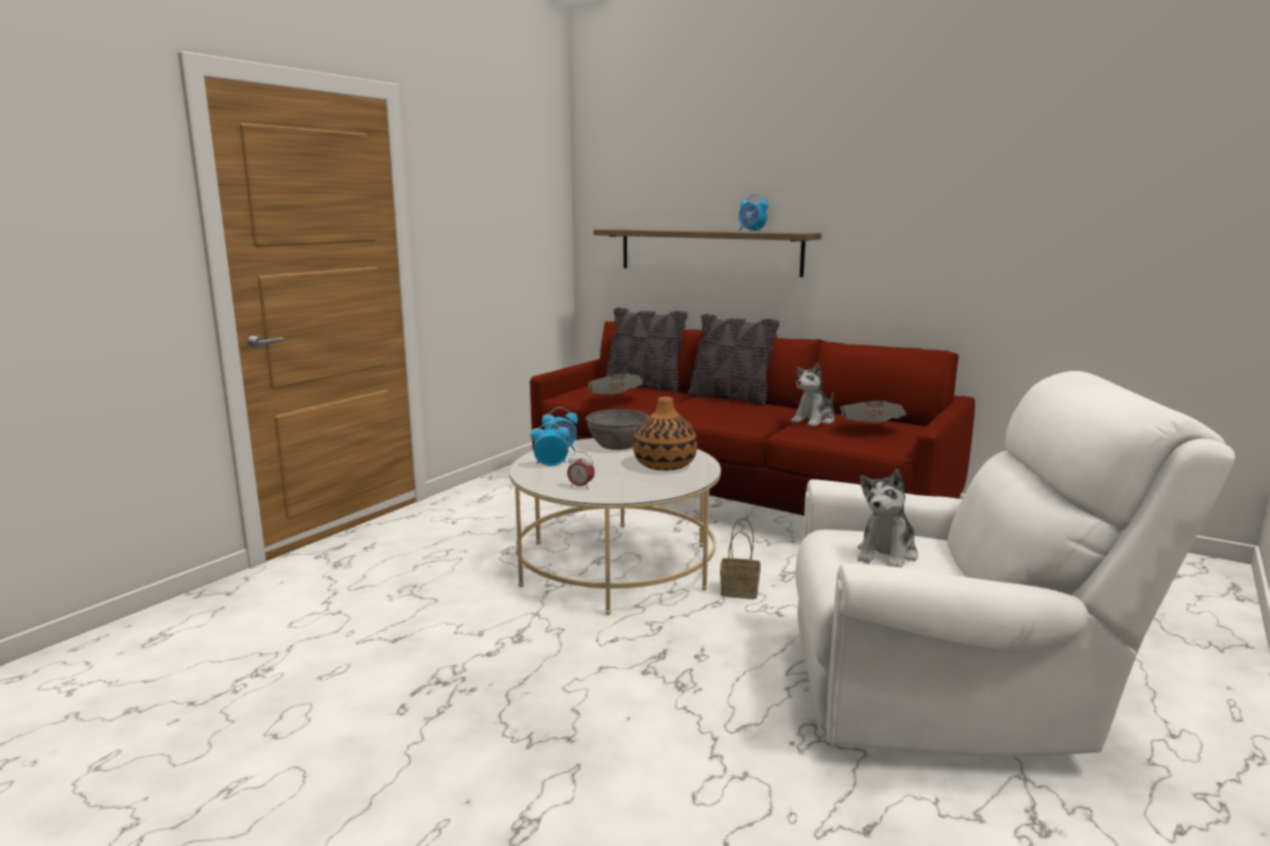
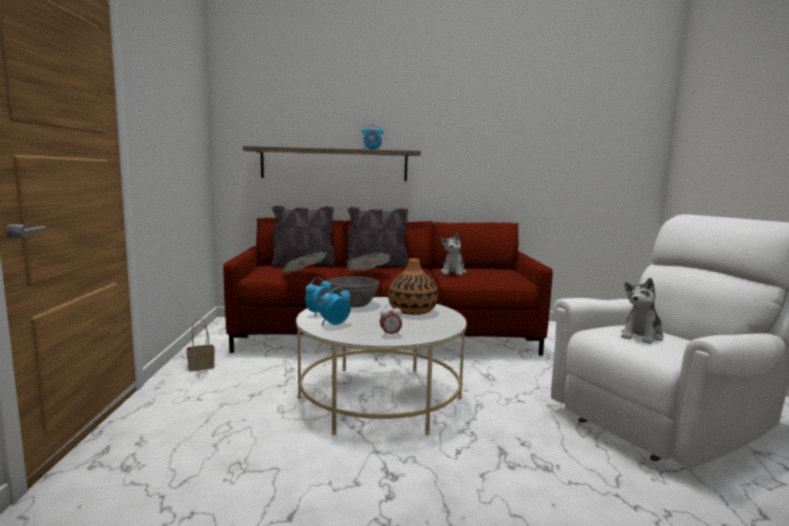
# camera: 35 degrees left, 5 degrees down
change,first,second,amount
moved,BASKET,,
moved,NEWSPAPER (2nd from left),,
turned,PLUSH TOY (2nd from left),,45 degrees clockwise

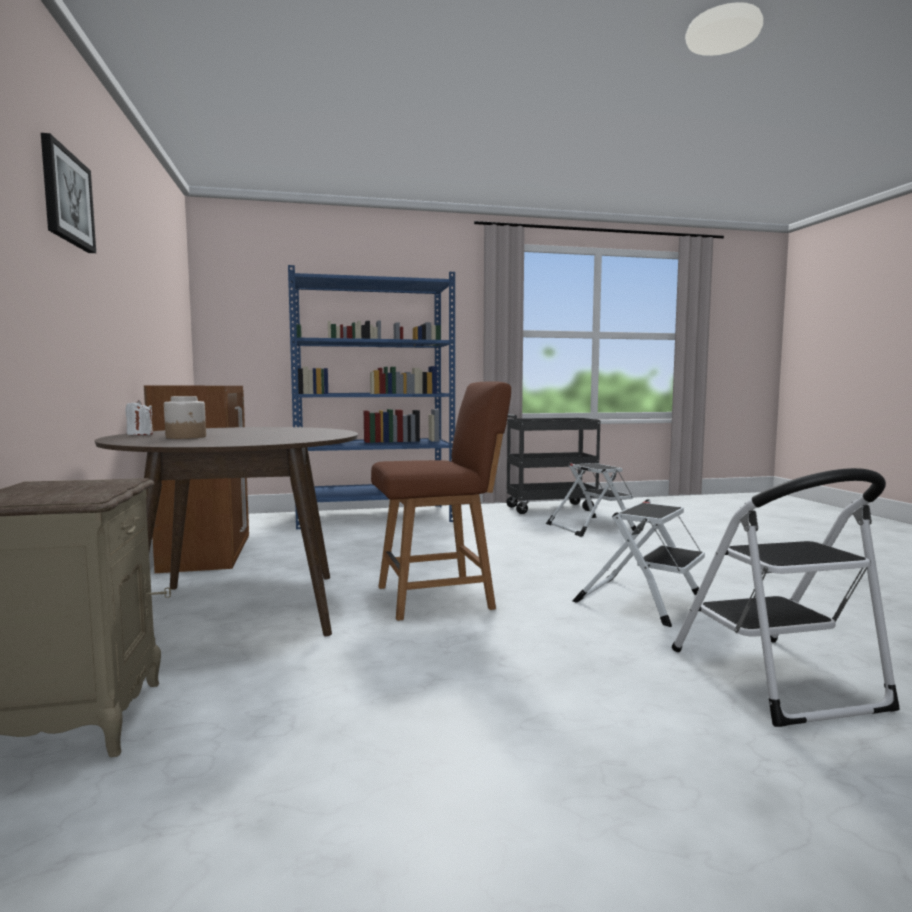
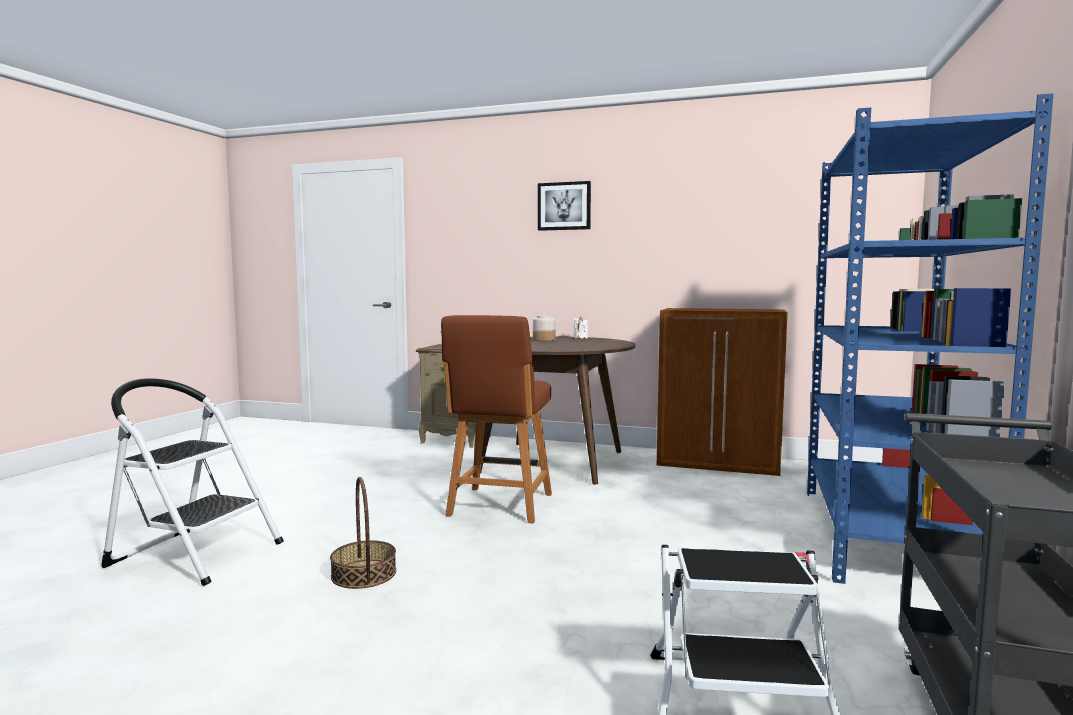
# camera: 120 degrees right, 0 degrees up
change,first,second,amount
replaced,STEP LADDER (2nd from left),BASKET,

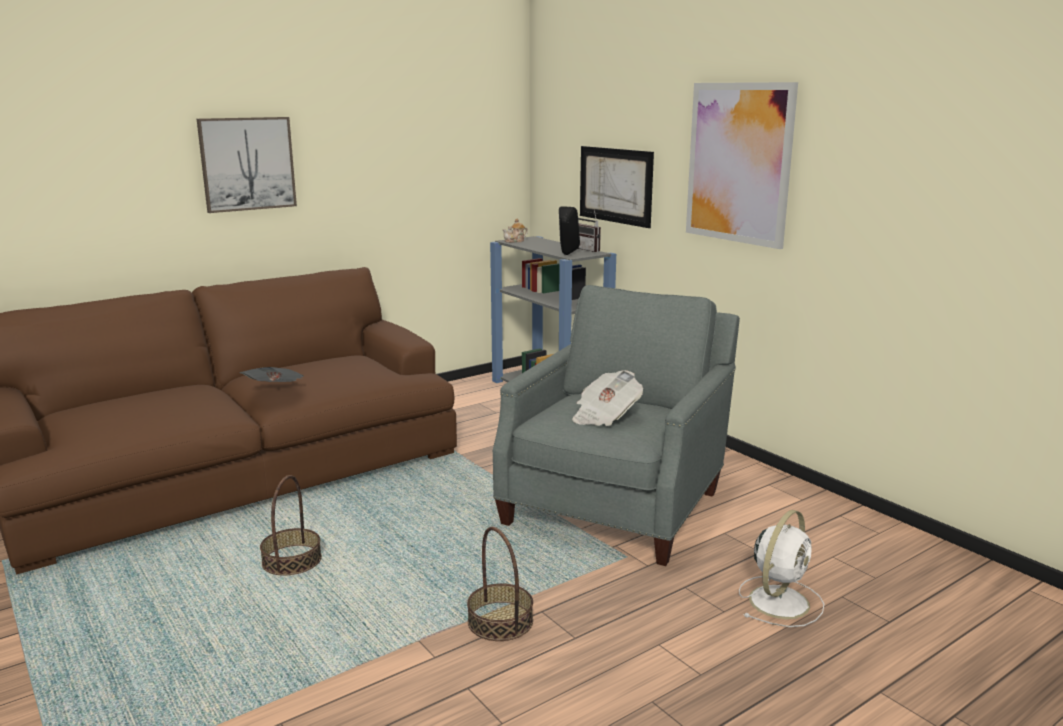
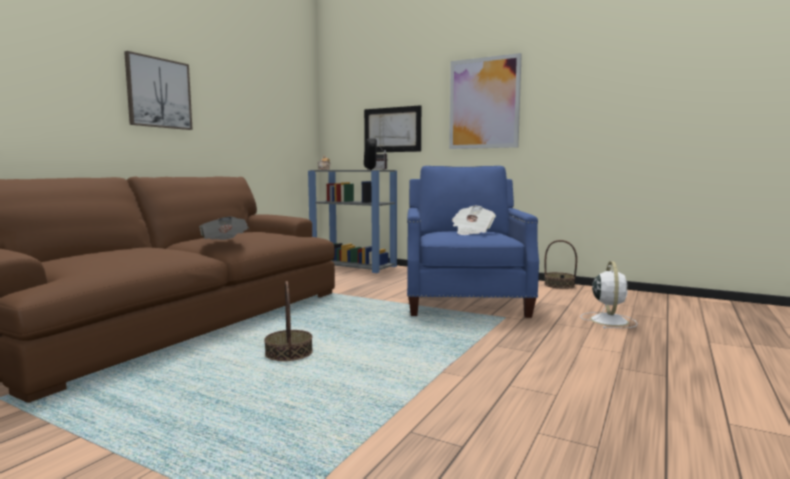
# camera: 25 degrees left, 10 degrees down
change,first,second,amount
moved,BASKET (2nd from left),,
recoloured,GREY ARMCHAIR,BLUE ARMCHAIR,

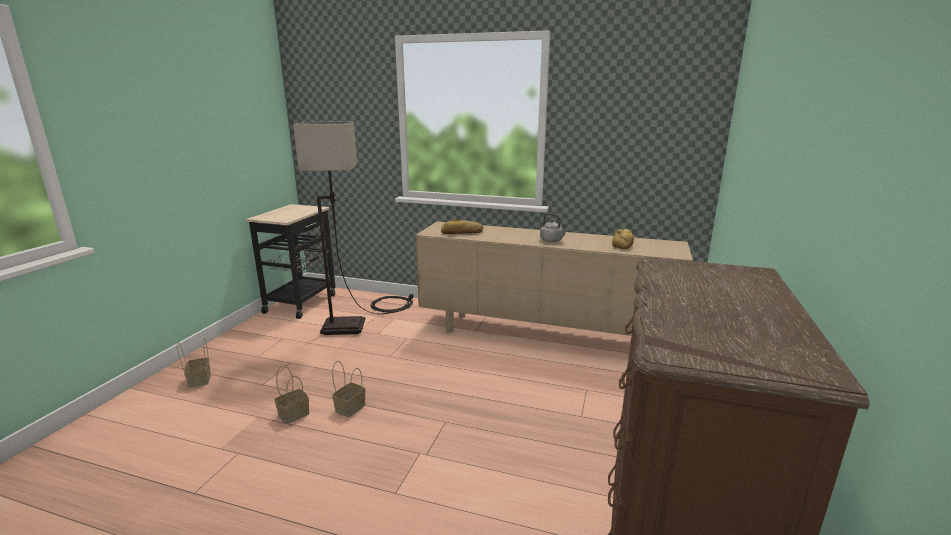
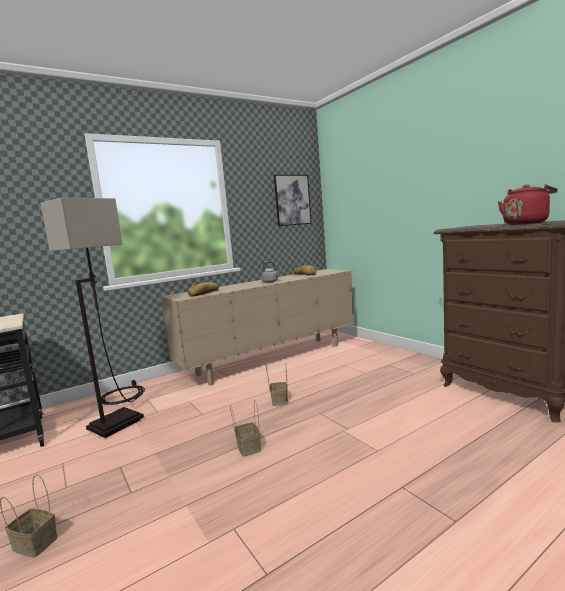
# camera: 50 degrees left, 10 degrees down
change,first,second,amount
added,,PICTURE,
added,,RED KETTLE,
moved,BASKET (2nd from left in the first image),BASKET (3rd from left),

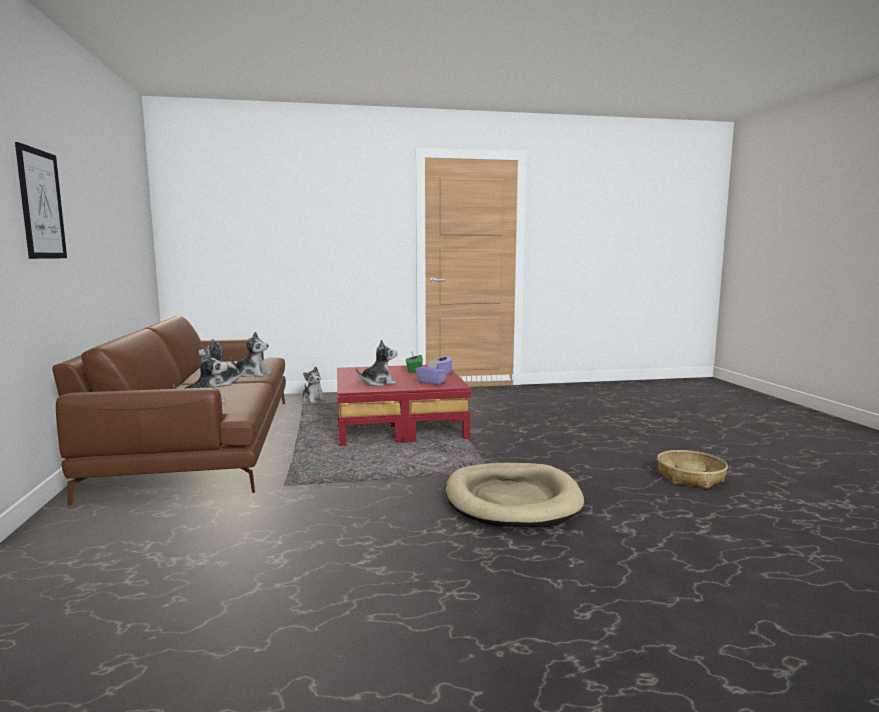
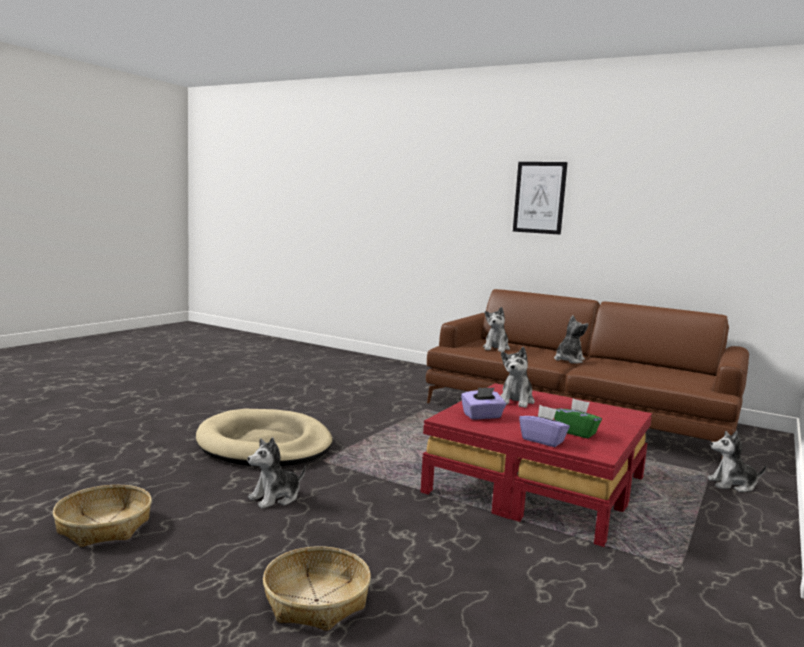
# camera: 130 degrees right, 0 degrees up
change,first,second,amount
added,,BASKET (2nd from left),
moved,PLUSH TOY (3rd from left in the first image),PLUSH TOY (1st from left),

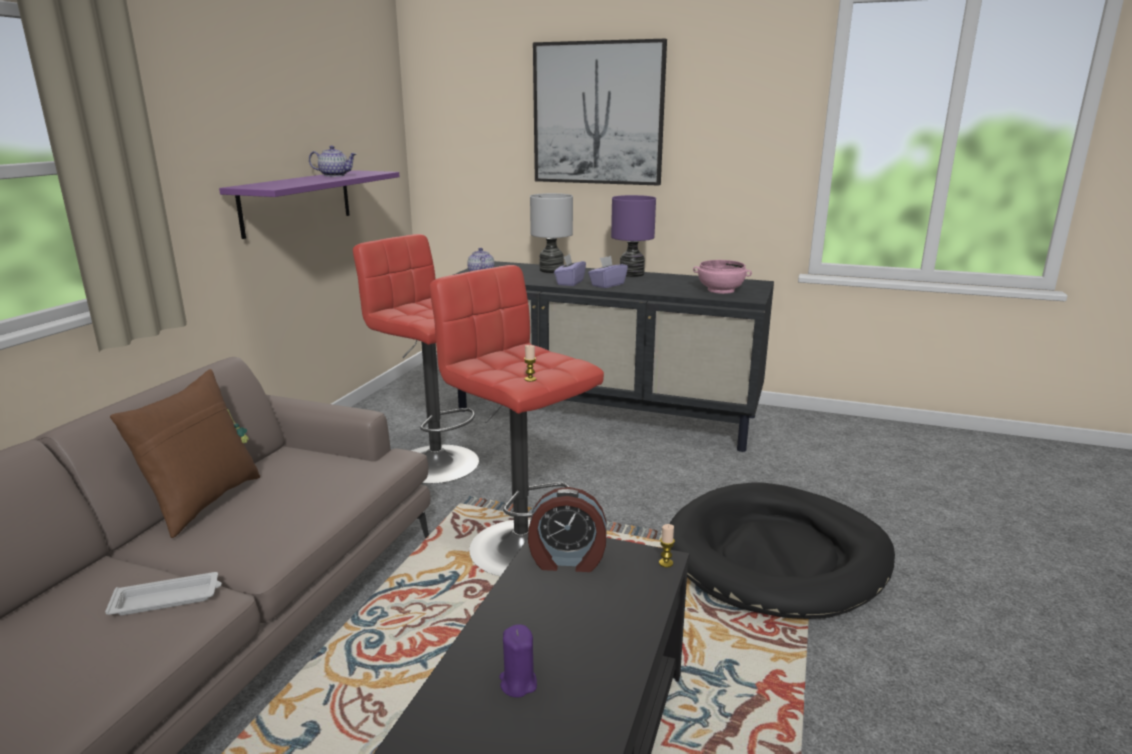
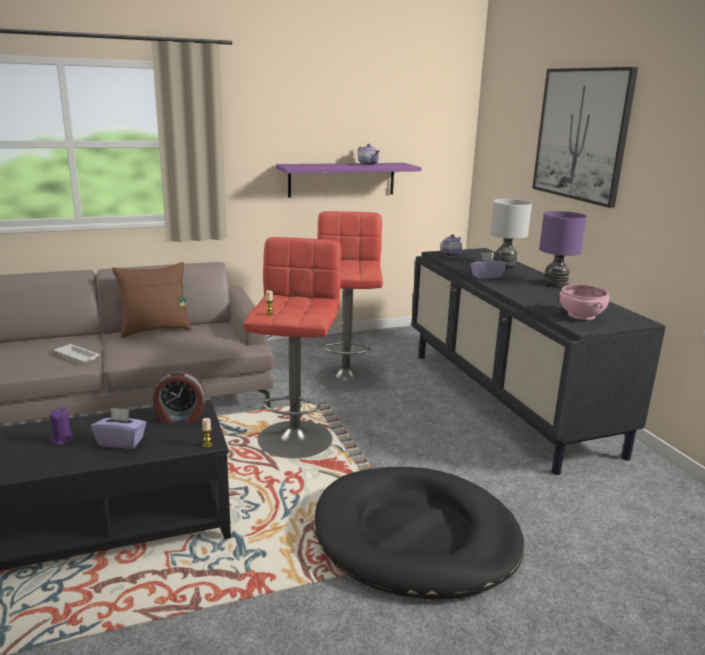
# camera: 50 degrees right, 0 degrees up
change,first,second,amount
moved,PURPLE TISSUE BOX (2nd from left in the first image),PURPLE TISSUE BOX (1st from left),
turned,ALARM CLOCK,,60 degrees counterclockwise

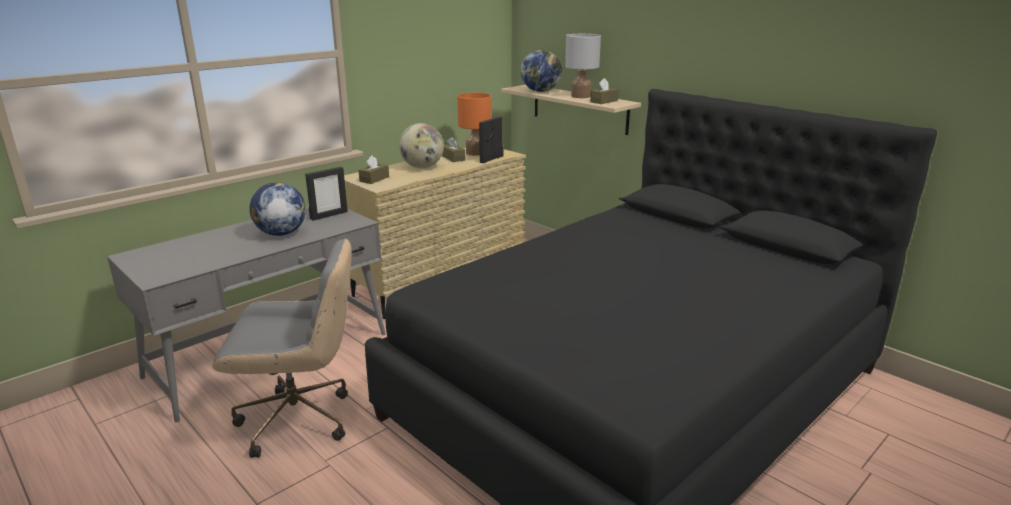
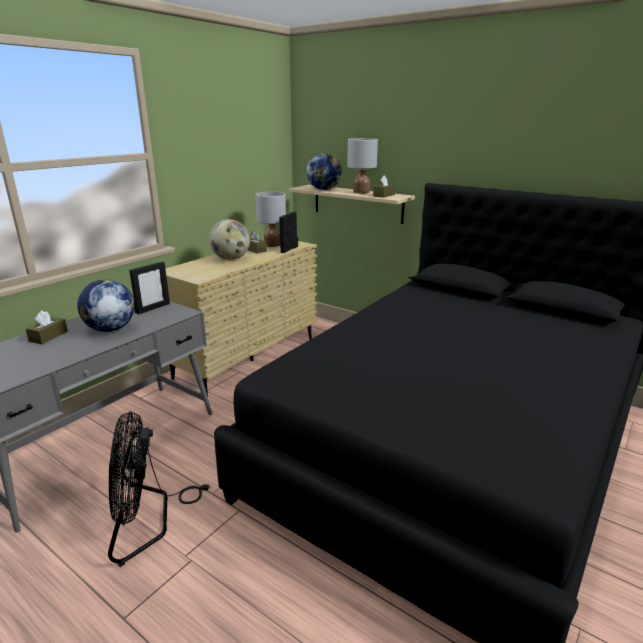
# camera: 10 degrees left, 0 degrees up
change,first,second,amount
moved,BROWN TISSUE BOX (1st from left),,
replaced,GREY OFFICE CHAIR,BLACK FAN,
recoloured,ORANGE TABLE LAMP,GREY TABLE LAMP (1st from left),

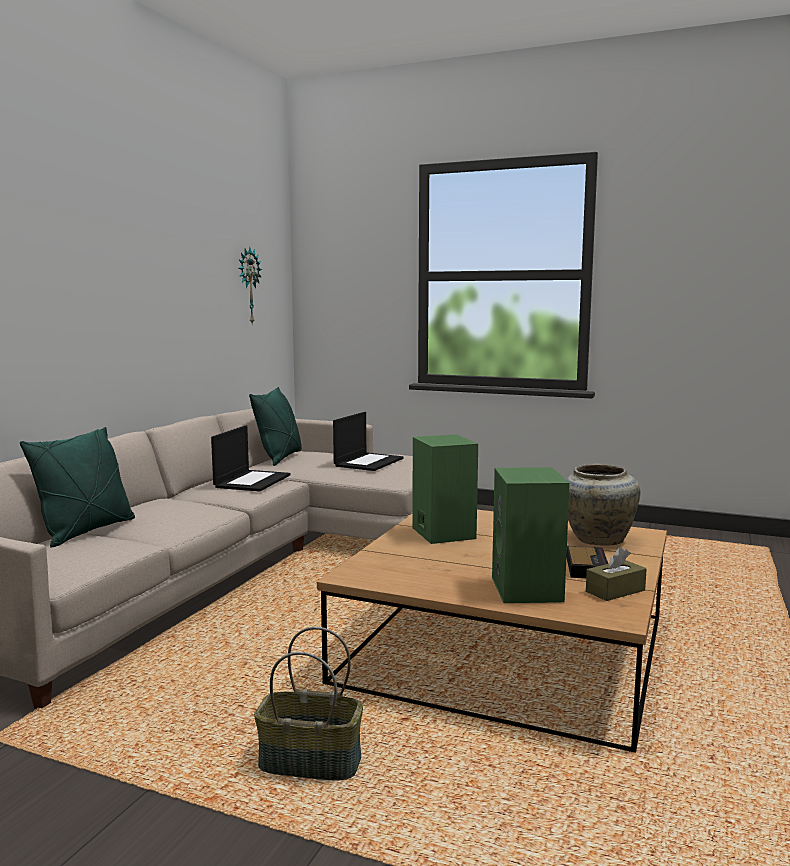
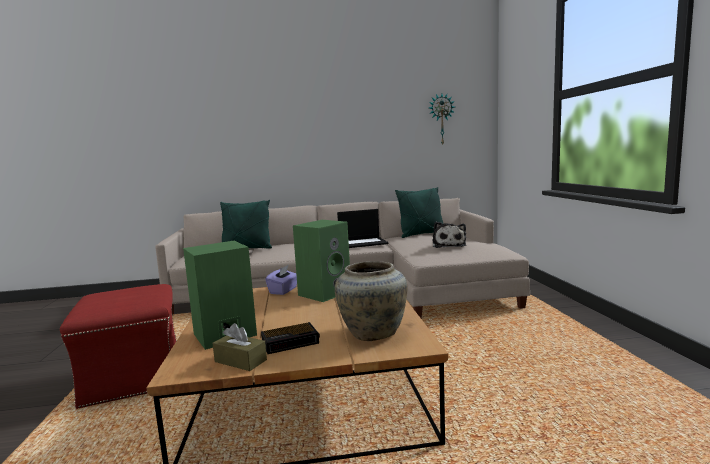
# camera: 60 degrees right, 0 degrees up
change,first,second,amount
added,,PURPLE TISSUE BOX,
replaced,BASKET,RED OTTOMAN,
replaced,LAPTOP (2nd from left),PLUSH TOY,

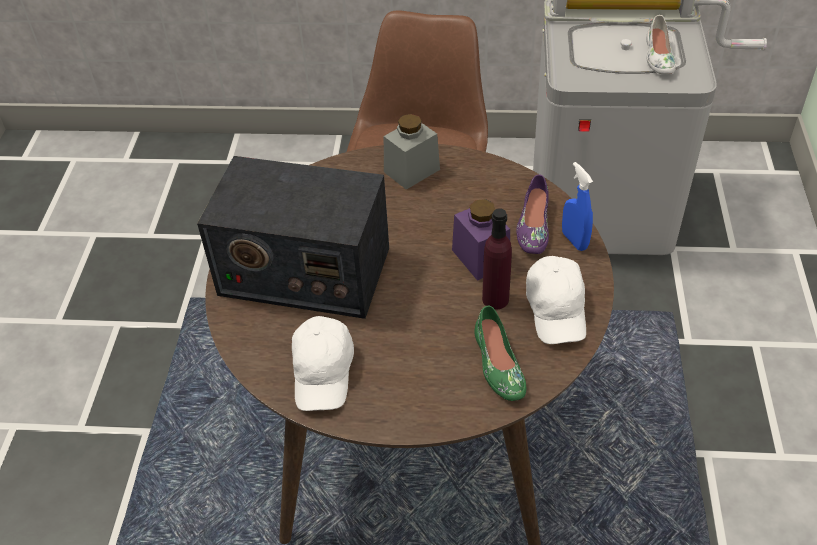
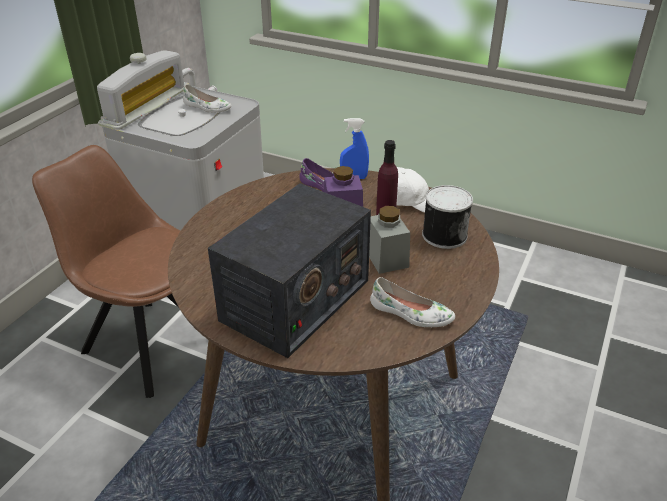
# camera: 70 degrees left, 10 degrees down
change,first,second,amount
moved,GREY JAR,,
replaced,WHITE CAP (1st from left),WHITE SHOE (2nd from left),
replaced,GREEN SHOE,CAN,

